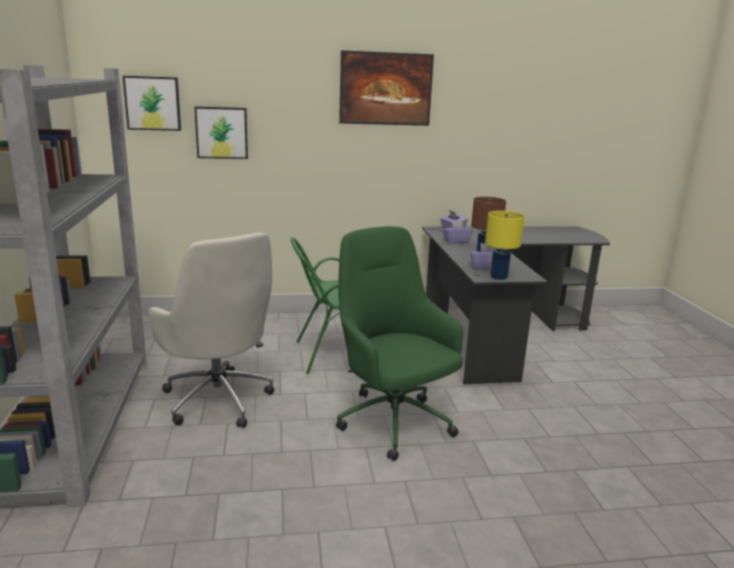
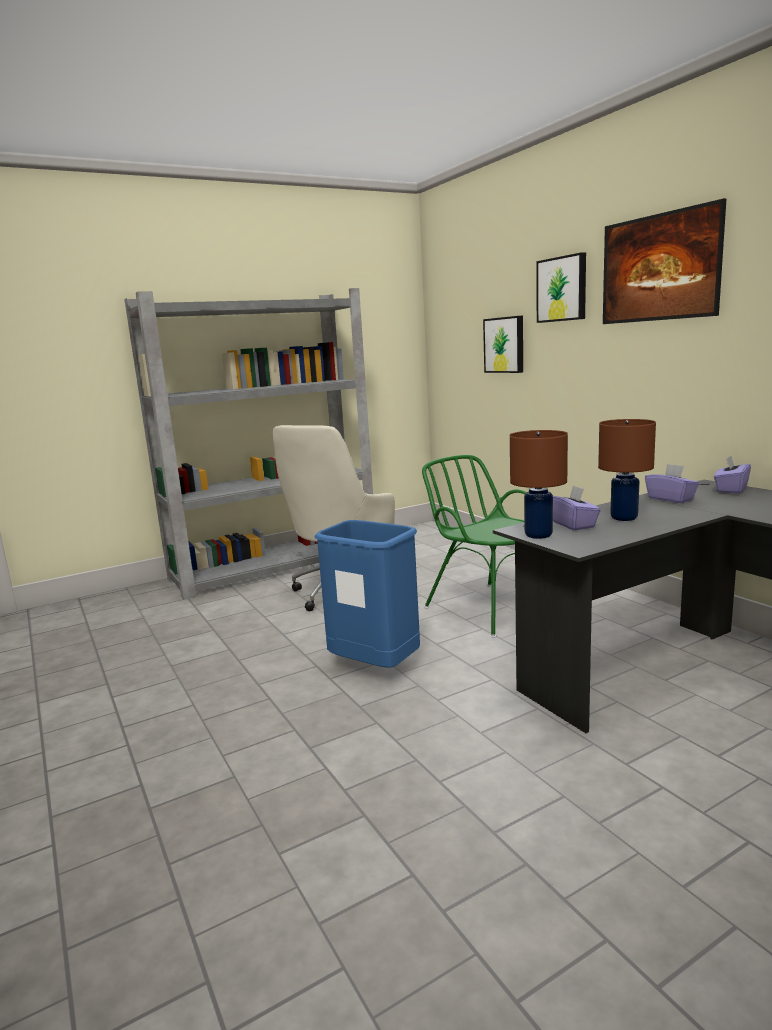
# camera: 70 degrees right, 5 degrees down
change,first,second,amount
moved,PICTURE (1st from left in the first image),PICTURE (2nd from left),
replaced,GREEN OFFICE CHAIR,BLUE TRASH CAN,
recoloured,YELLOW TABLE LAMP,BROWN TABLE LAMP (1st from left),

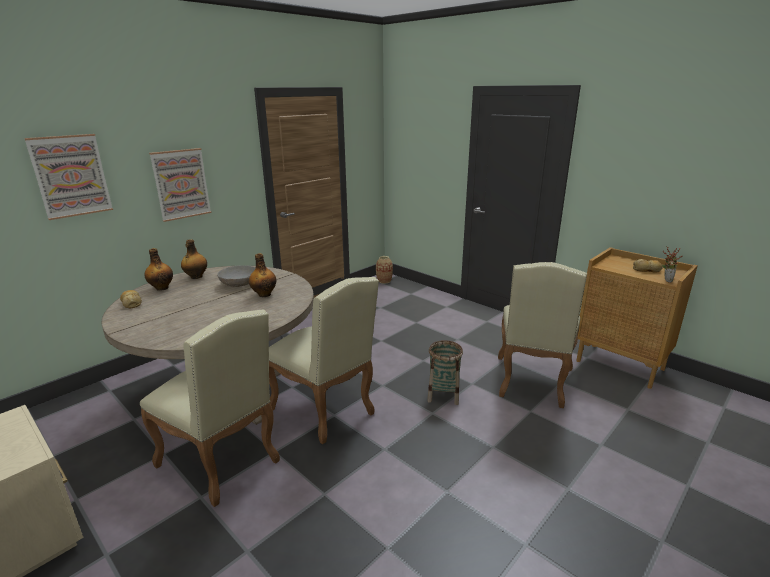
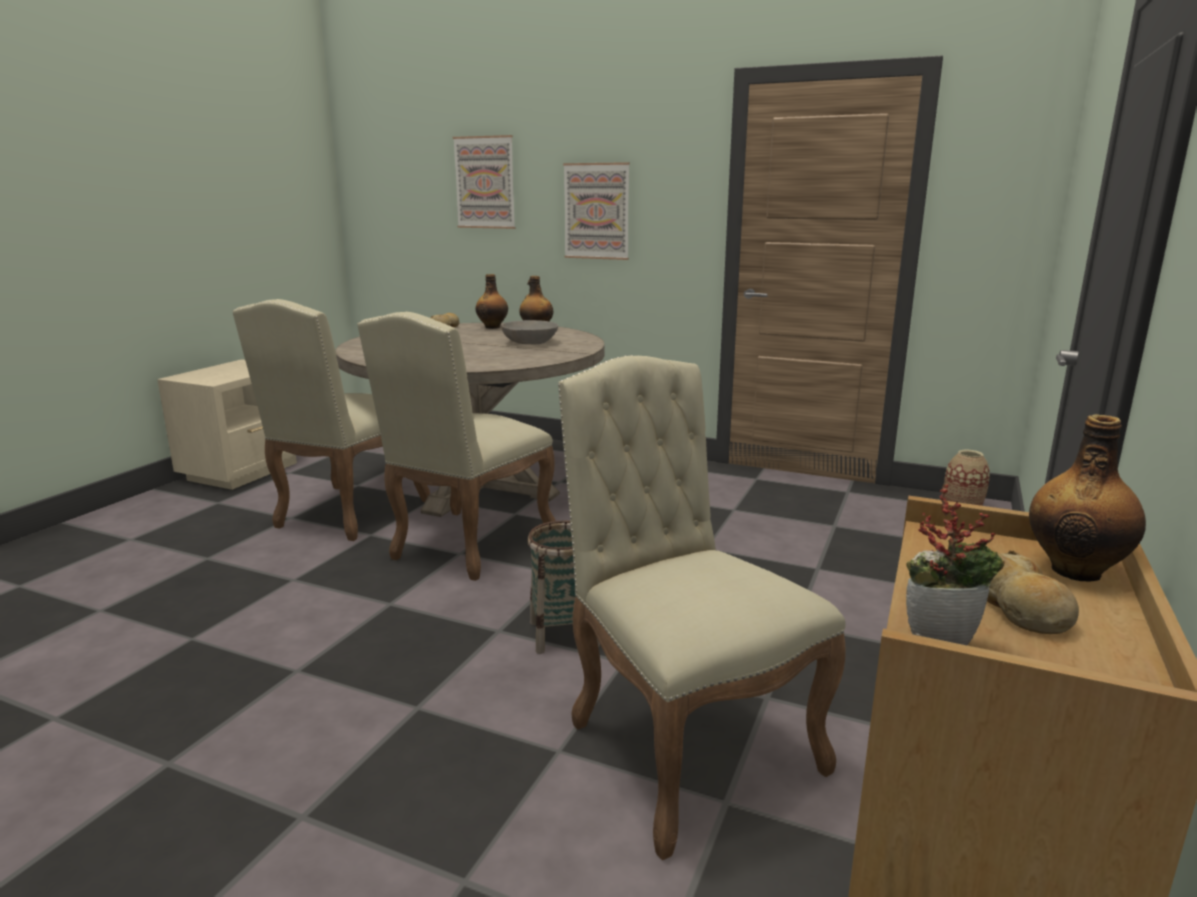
# camera: 70 degrees right, 5 degrees down
change,first,second,amount
moved,BOTTLE (3rd from left),,
turned,BEIGE CHAIR (3rd from left),,60 degrees clockwise

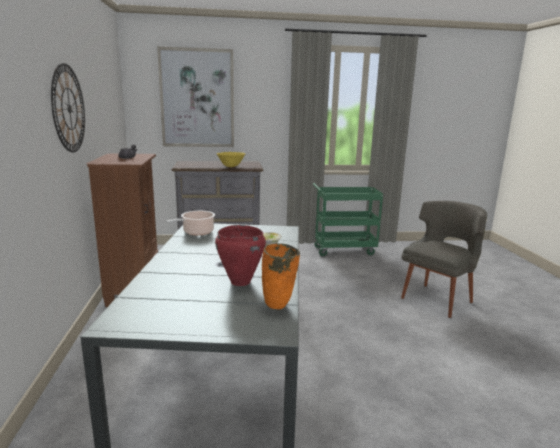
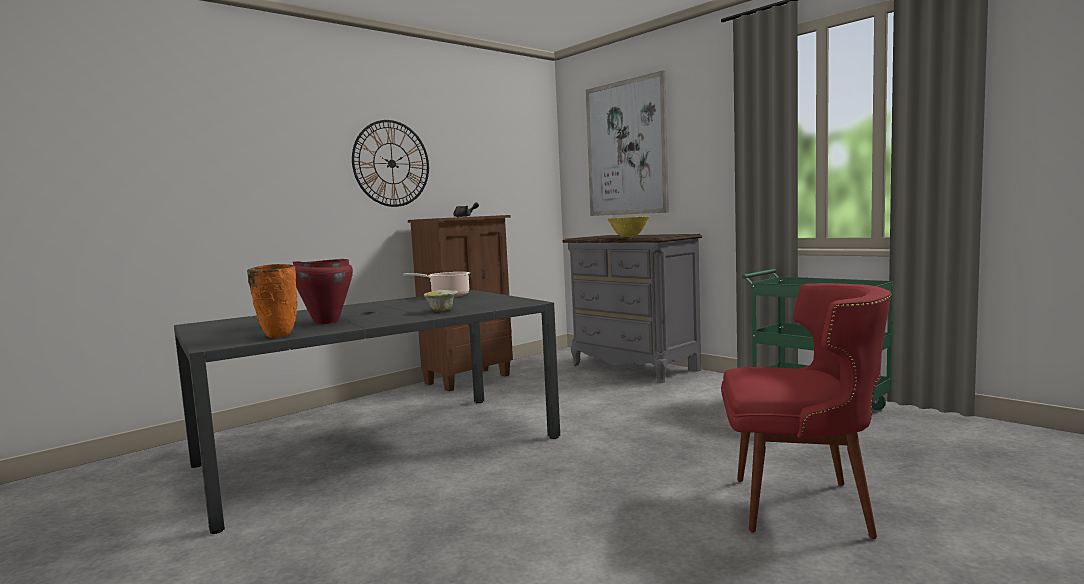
# camera: 55 degrees right, 10 degrees down
change,first,second,amount
recoloured,GREY CHAIR,RED CHAIR,

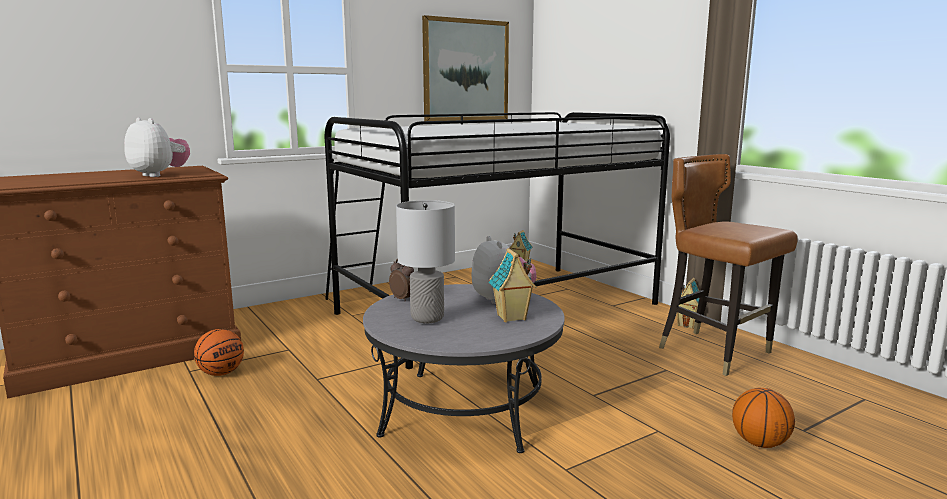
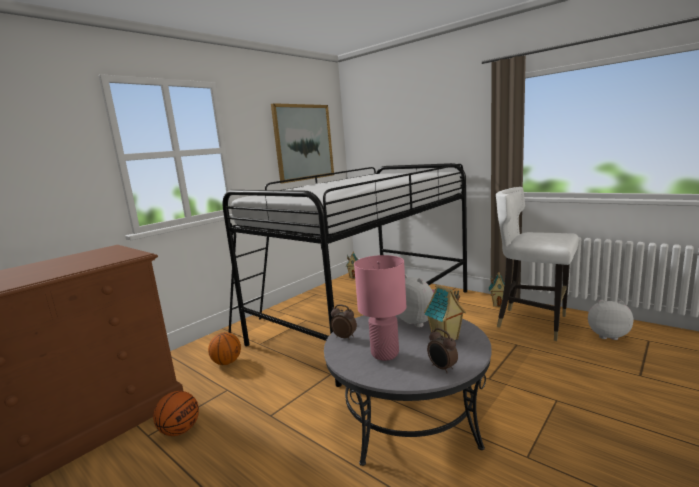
# camera: 15 degrees left, 0 degrees up
change,first,second,amount
added,,ALARM CLOCK (2nd from left),
moved,PLUSH TOY (1st from left in the first image),PLUSH TOY (2nd from left),
moved,BASKETBALL (2nd from left),,
recoloured,GREY TABLE LAMP,PINK TABLE LAMP,
recoloured,BROWN CHAIR,WHITE CHAIR,

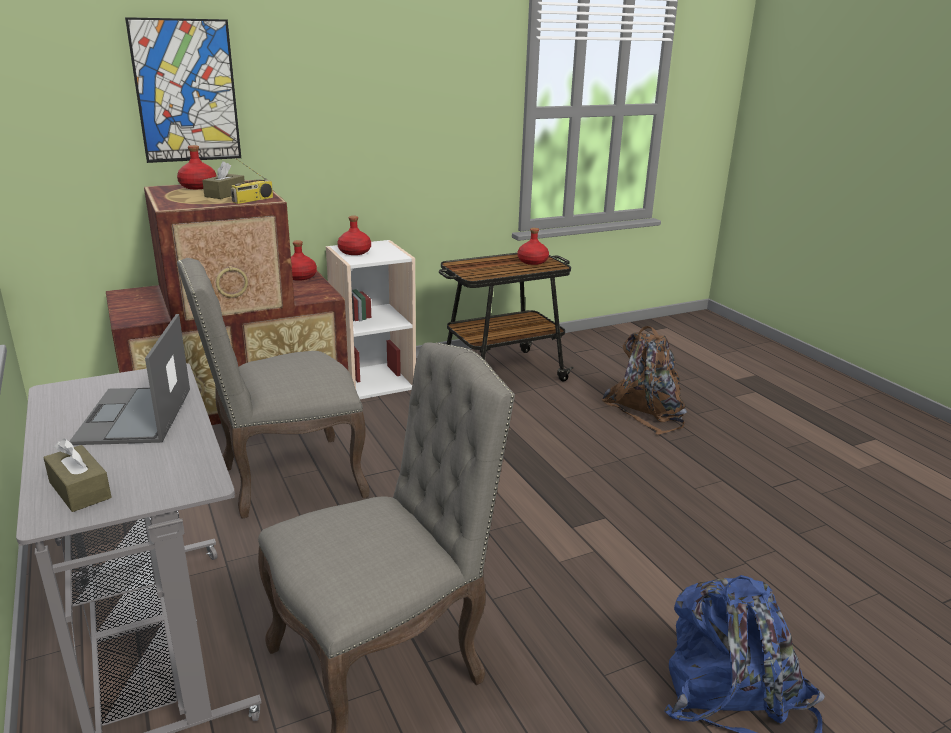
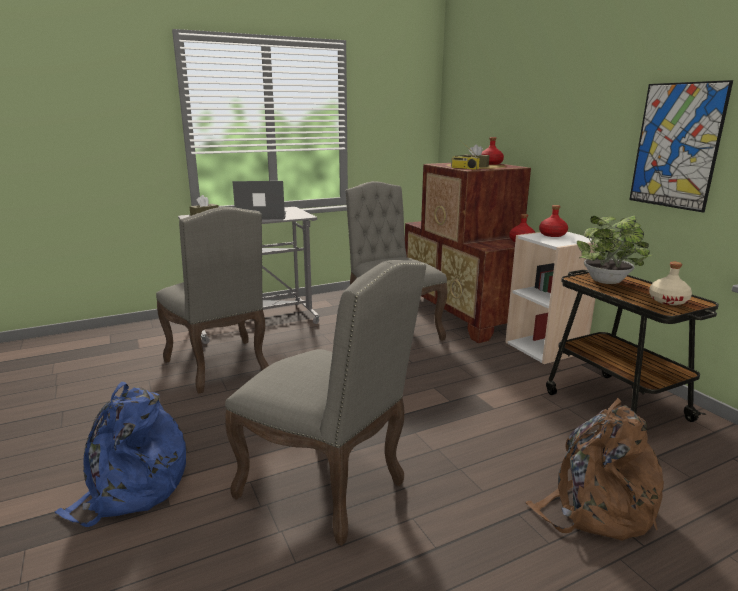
# camera: 90 degrees right, 5 degrees down
change,first,second,amount
added,,GREY CHAIR (2nd from left),
added,,POTTED PLANT,
moved,PICTURE,,
recoloured,RED BOTTLE (4th from left),BEIGE BOTTLE,

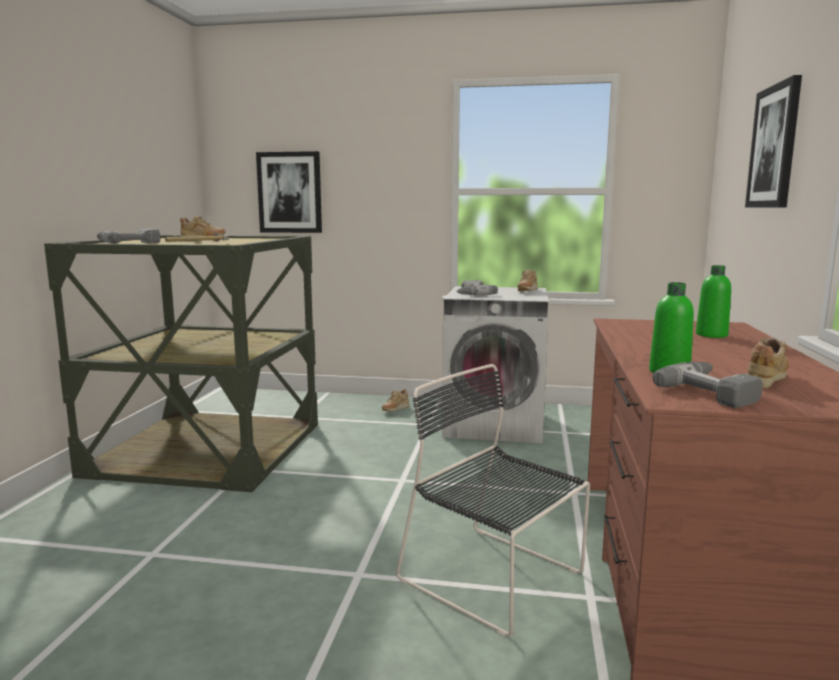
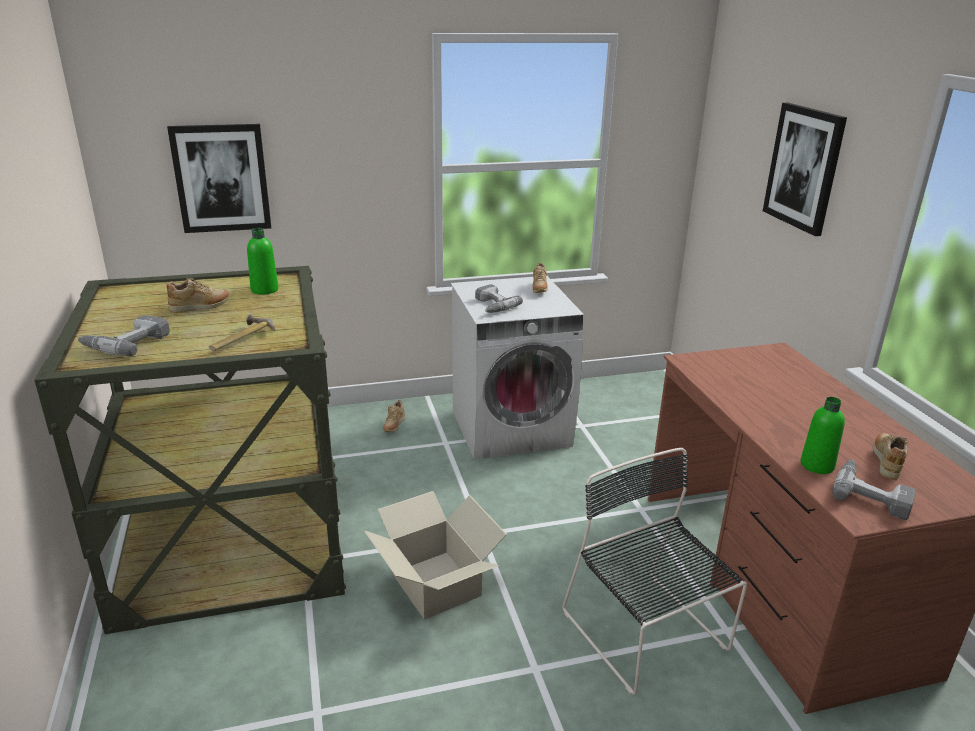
# camera: 25 degrees left, 15 degrees up
change,first,second,amount
added,,CARDBOARD BOX,
moved,GREEN BOTTLE (2nd from left in the first image),GREEN BOTTLE (1st from left),
turned,BLACK CHAIR,,45 degrees clockwise

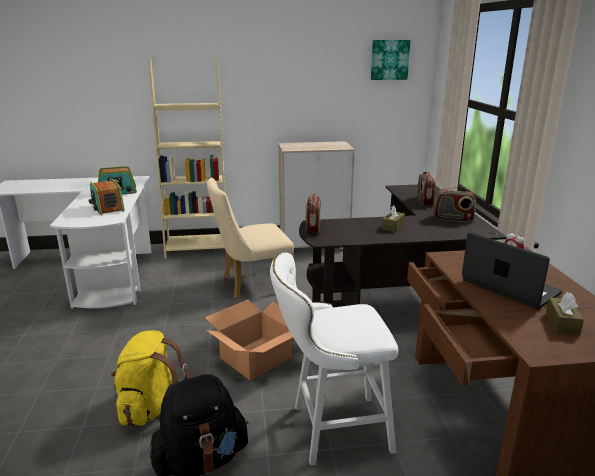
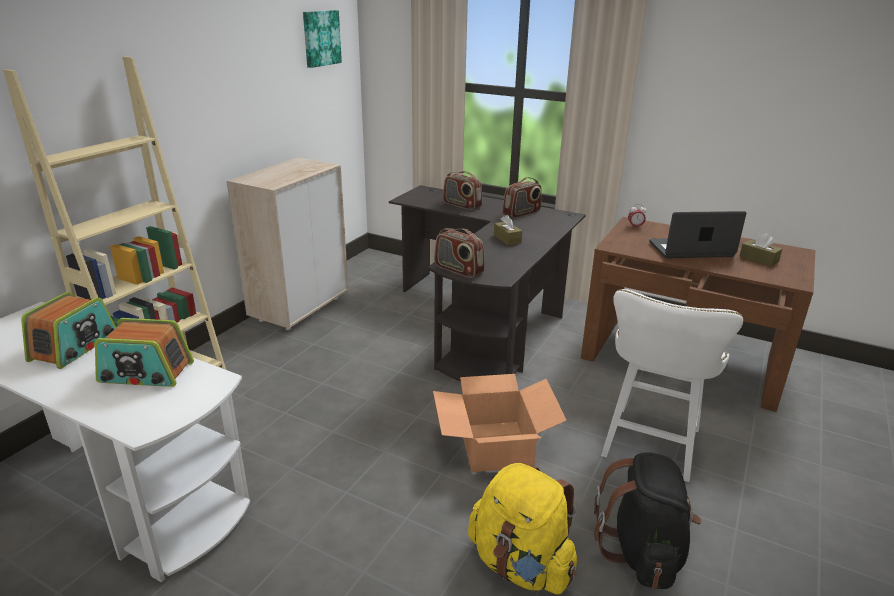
# camera: 55 degrees left, 5 degrees up
change,first,second,amount
removed,BEIGE CHAIR,,

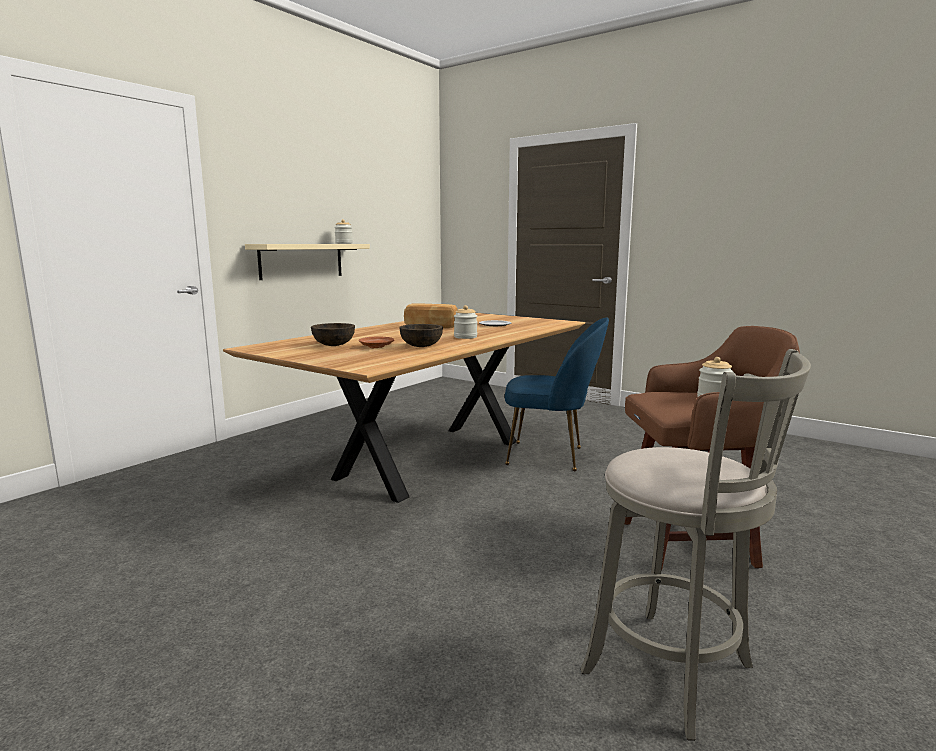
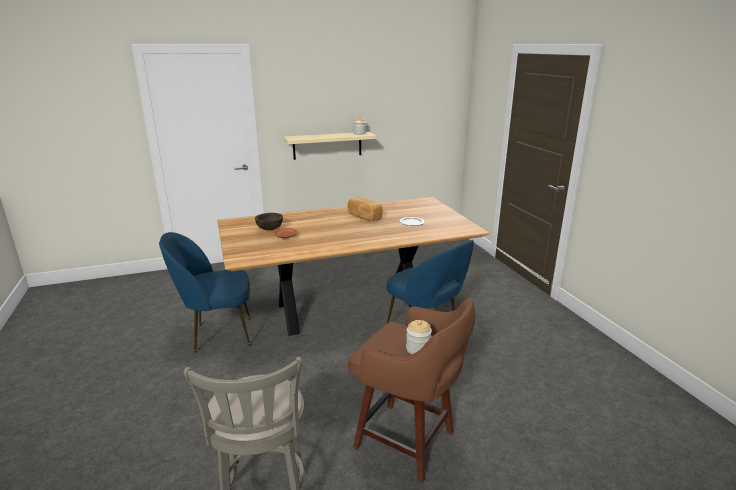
# camera: 35 degrees right, 10 degrees up
change,first,second,amount
removed,BROWN BOWL (2nd from left),,
removed,JAR (2nd from left),,
added,,BLUE CHAIR (1st from left),

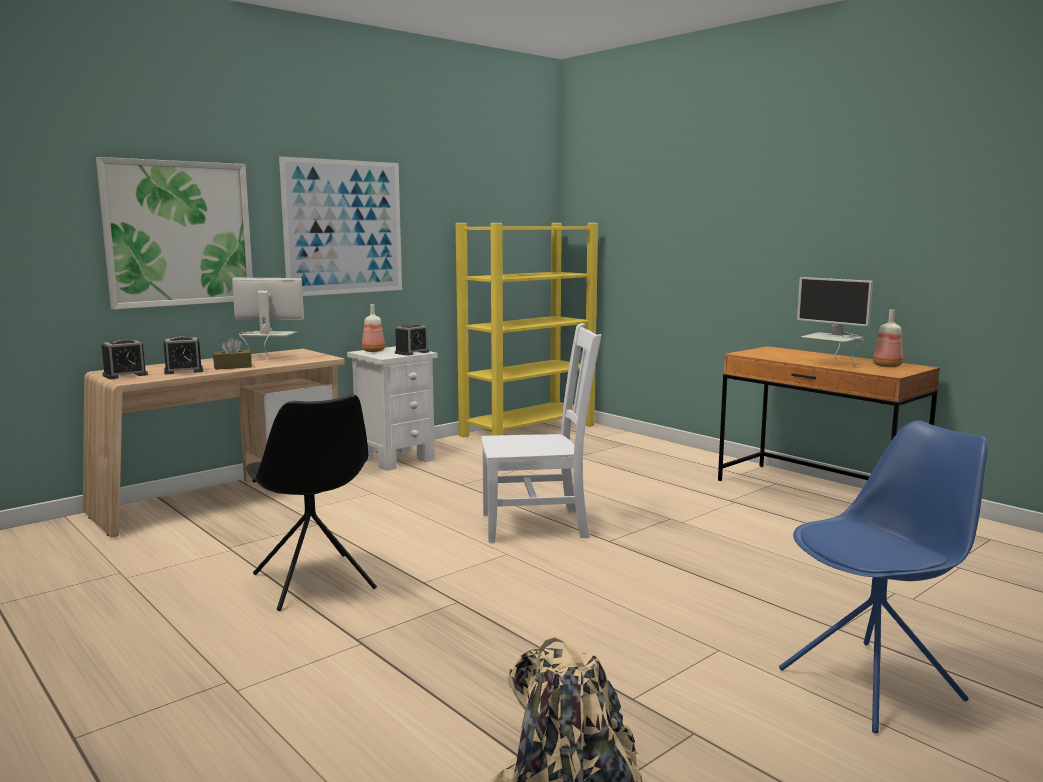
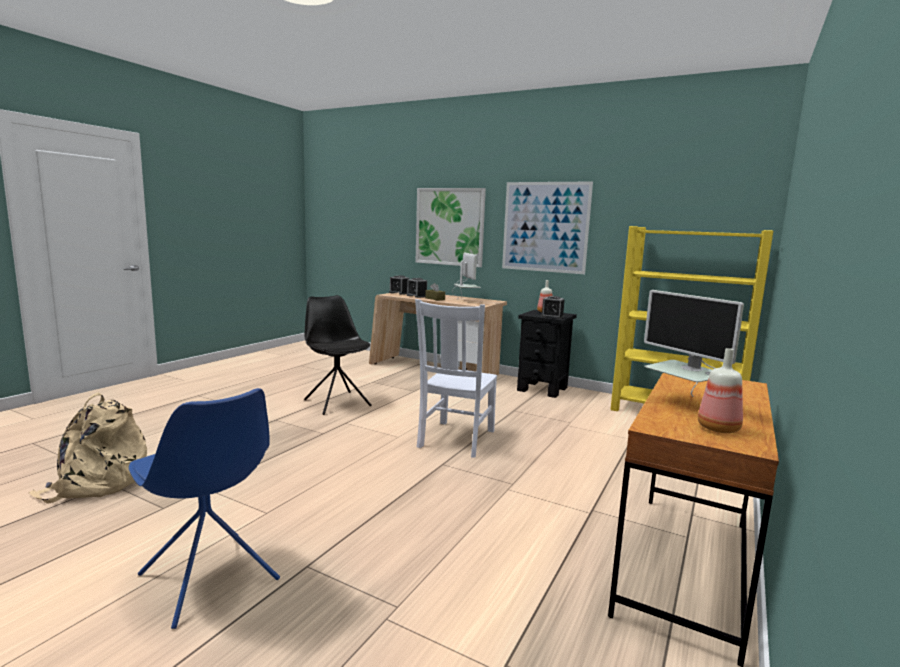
# camera: 70 degrees right, 0 degrees up
change,first,second,amount
recoloured,WHITE NIGHTSTAND,BLACK NIGHTSTAND,
turned,BLACK CHAIR,,105 degrees clockwise
turned,WHITE CHAIR,,45 degrees clockwise
turned,MONITOR (2nd from left),,60 degrees counterclockwise

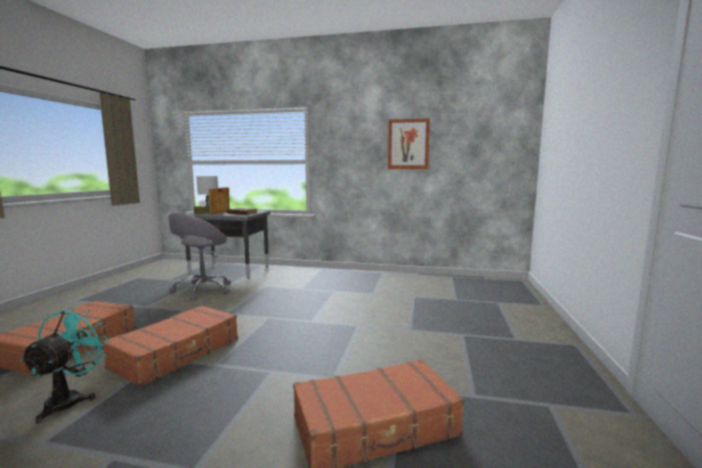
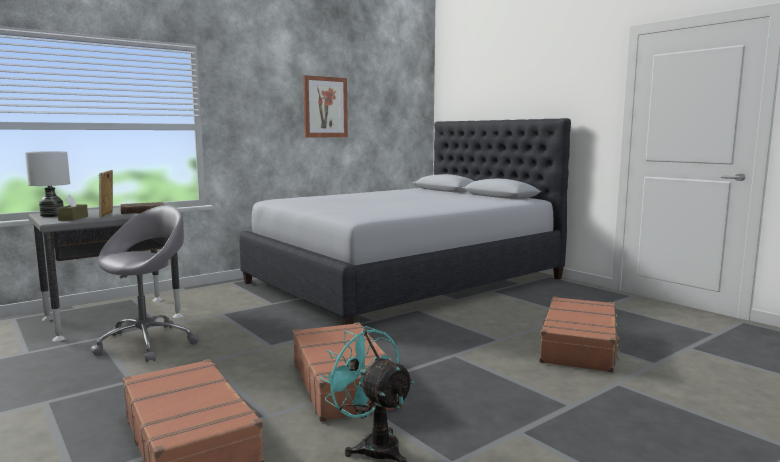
# camera: 50 degrees left, 0 degrees up
change,first,second,amount
added,,GREY BED,
turned,GREY OFFICE CHAIR,,120 degrees counterclockwise

